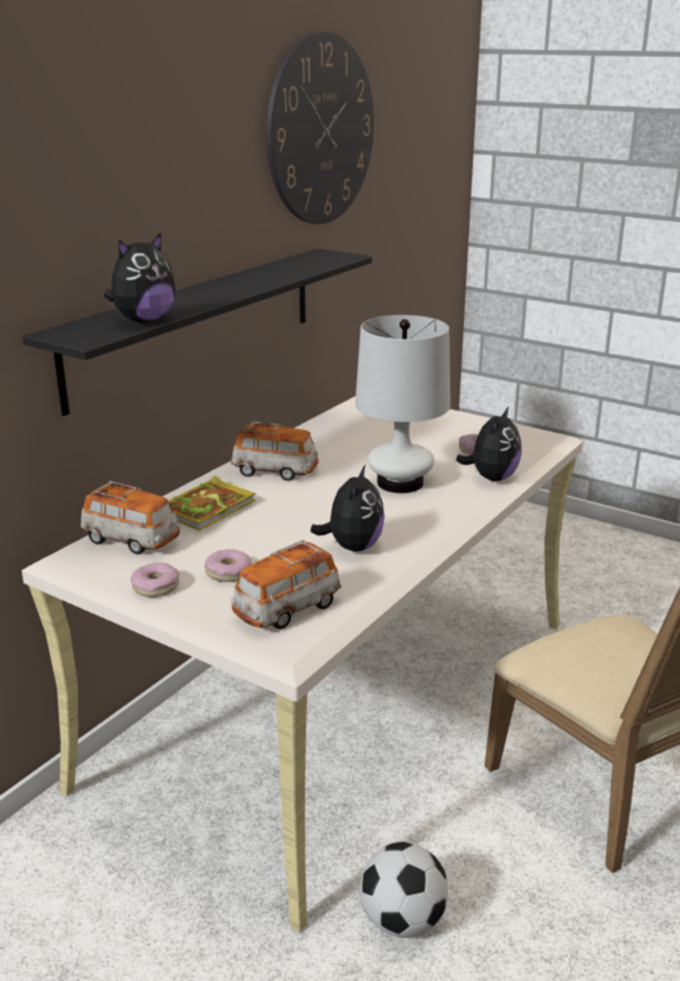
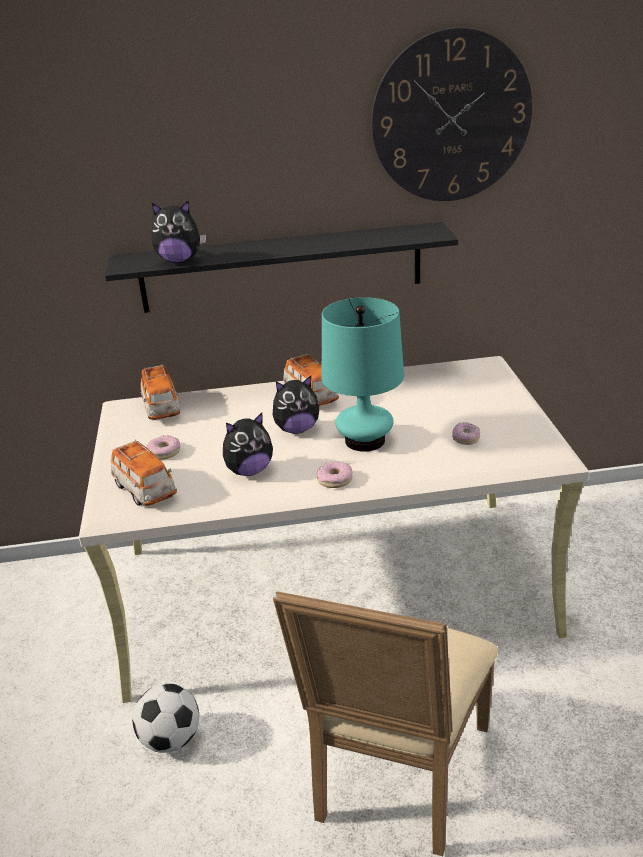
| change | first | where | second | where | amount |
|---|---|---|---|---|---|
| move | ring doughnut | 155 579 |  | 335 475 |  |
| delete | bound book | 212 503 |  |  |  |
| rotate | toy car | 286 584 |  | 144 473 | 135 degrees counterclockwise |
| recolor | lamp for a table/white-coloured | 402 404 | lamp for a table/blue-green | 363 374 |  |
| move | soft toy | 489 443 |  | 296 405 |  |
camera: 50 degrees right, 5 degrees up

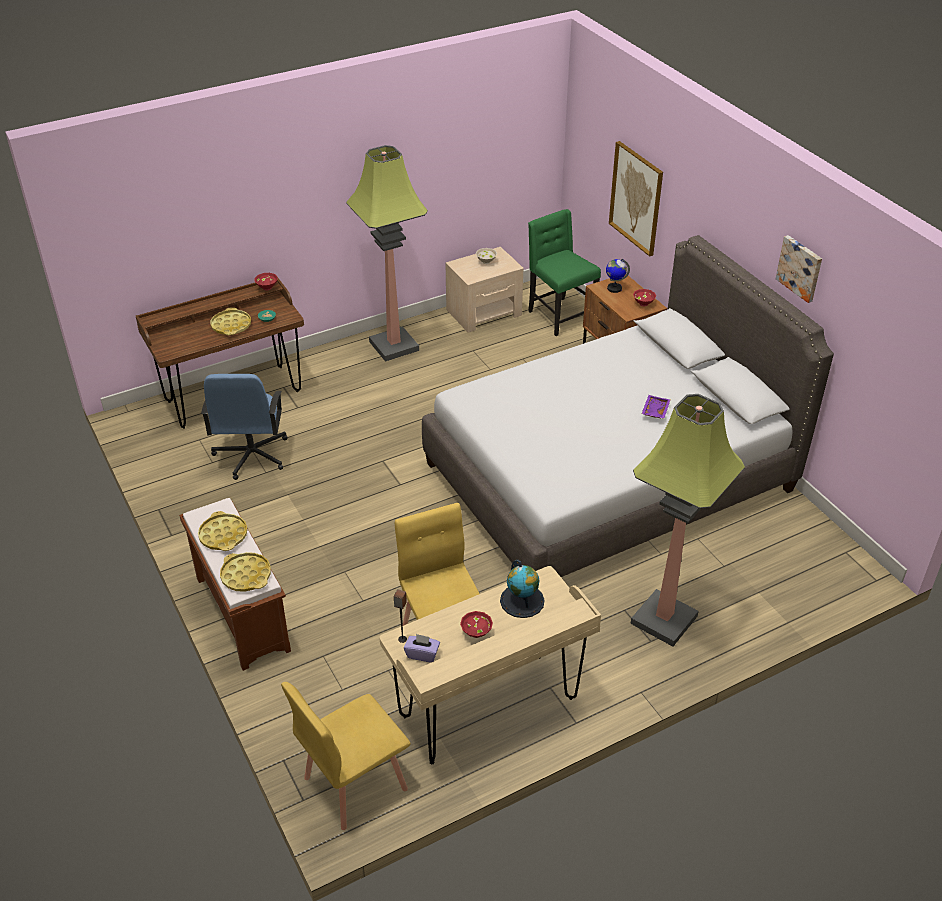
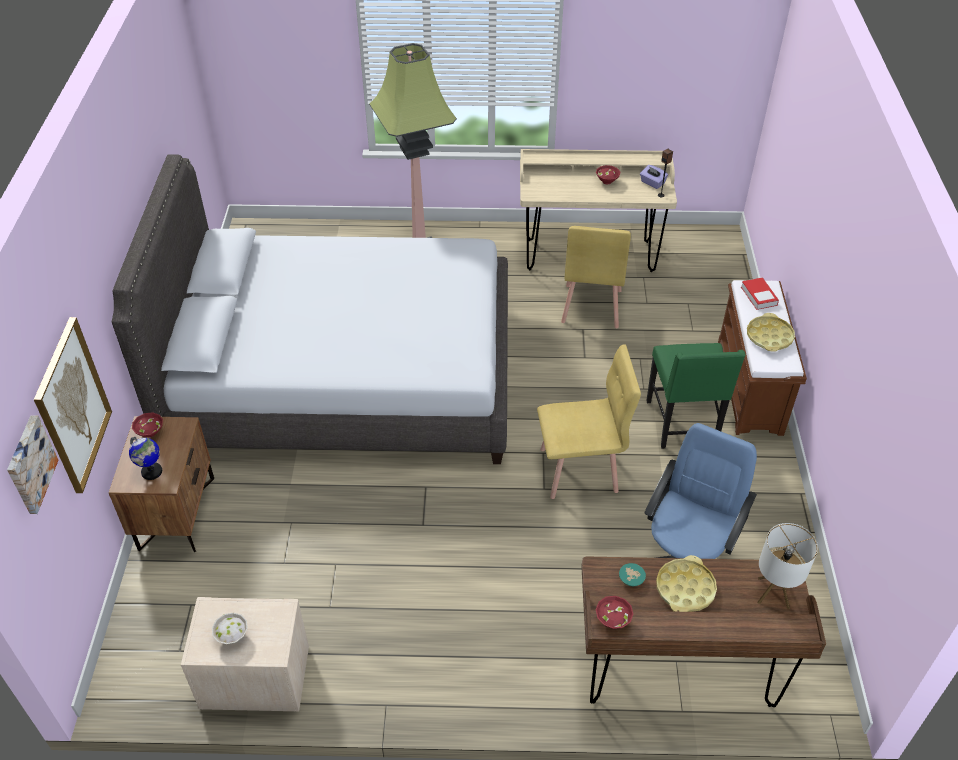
| change | first | where | second | where | amount |
|---|---|---|---|---|---|
| replace | carrying tray/yellow | 245 572 | bound book | 760 294 |  |
| move | upright chair/yellow | 346 756 |  | 589 421 |  |
| delete | standard lamp | 387 253 |  |  |  |
| delete | globe | 522 589 |  |  |  |
| move | upright chair/greenish | 564 272 |  | 696 396 |  |
| delete | carrying tray/purple-coloured | 655 407 |  |  |  |
| move | wall picture | 799 269 |  | 32 464 |  |
| insert |  |  | lamp for a table | 788 566 |  |
camera: 150 degrees left, 5 degrees up

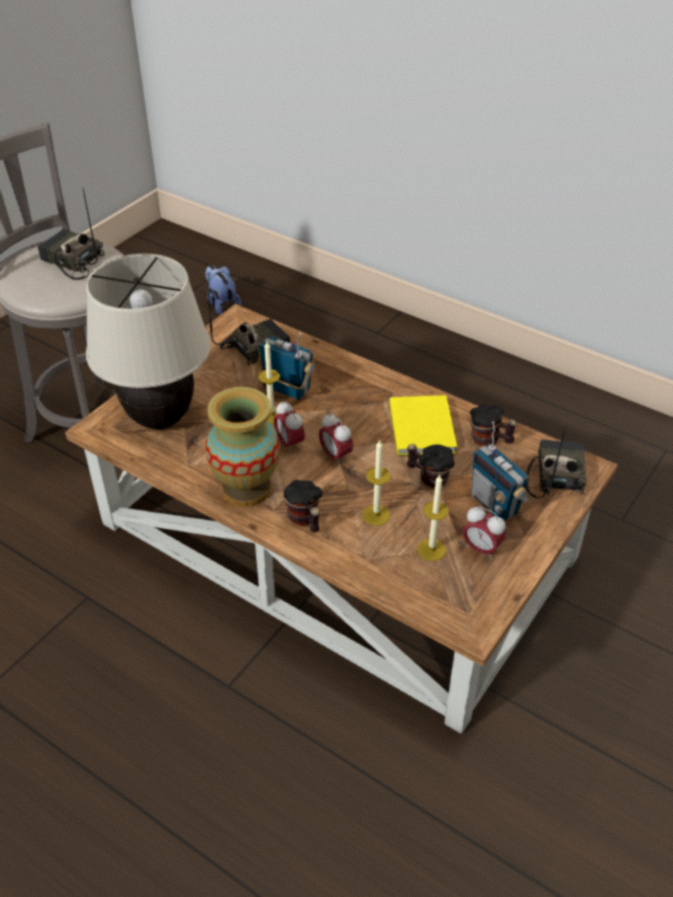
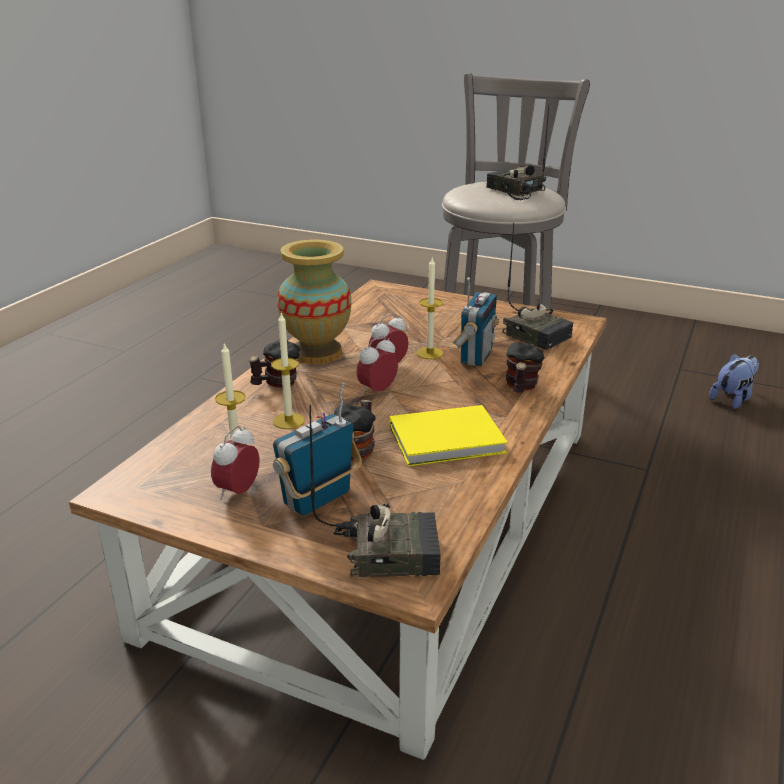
| change | first | where | second | where | amount |
|---|---|---|---|---|---|
| rotate | radio set | 71 234 |  | 517 152 | 60 degrees counterclockwise |
| delete | lamp for a table/beige | 148 341 |  |  |  |
| move | mug | 494 425 |  | 525 367 |  |
camera: 80 degrees right, 15 degrees down

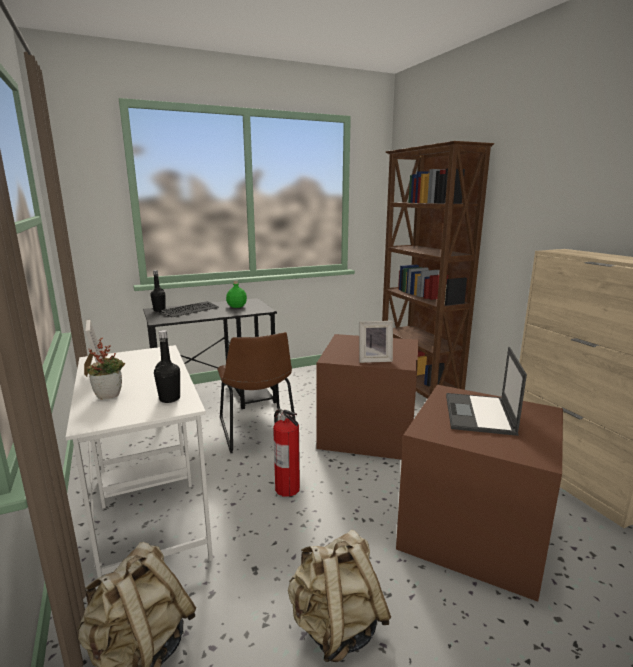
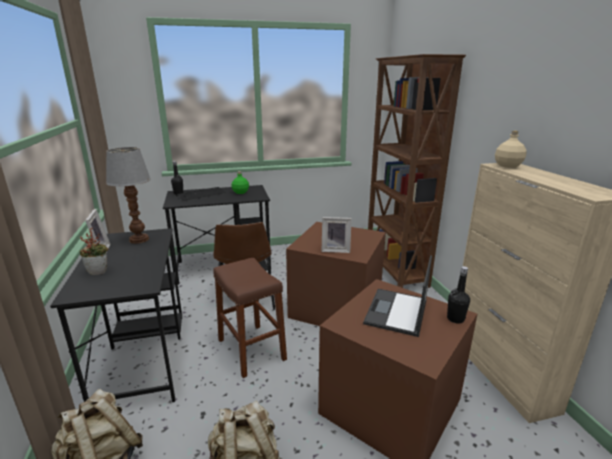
| change | first | where | second | where | amount |
|---|---|---|---|---|---|
| recolor | desk unit/white-coloured | 139 461 | desk unit/black | 116 315 |  |
| move | beverage bottle/black | 167 366 |  | 458 295 |  |
| replace | fire-fighting cylinder | 286 453 | sitting stool/brown-coloured | 250 318 |  |
| insert |  |  | lamp for a table | 128 195 |  |
| insert |  |  | beverage bottle/beige | 511 149 |  |
camera: 10 degrees right, 5 degrees up

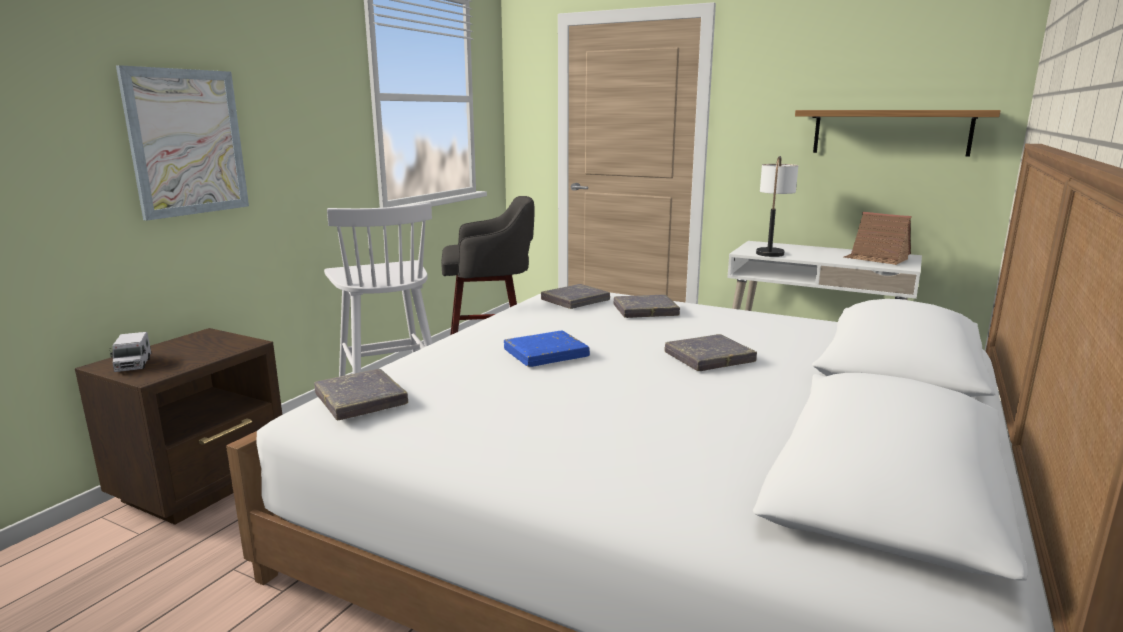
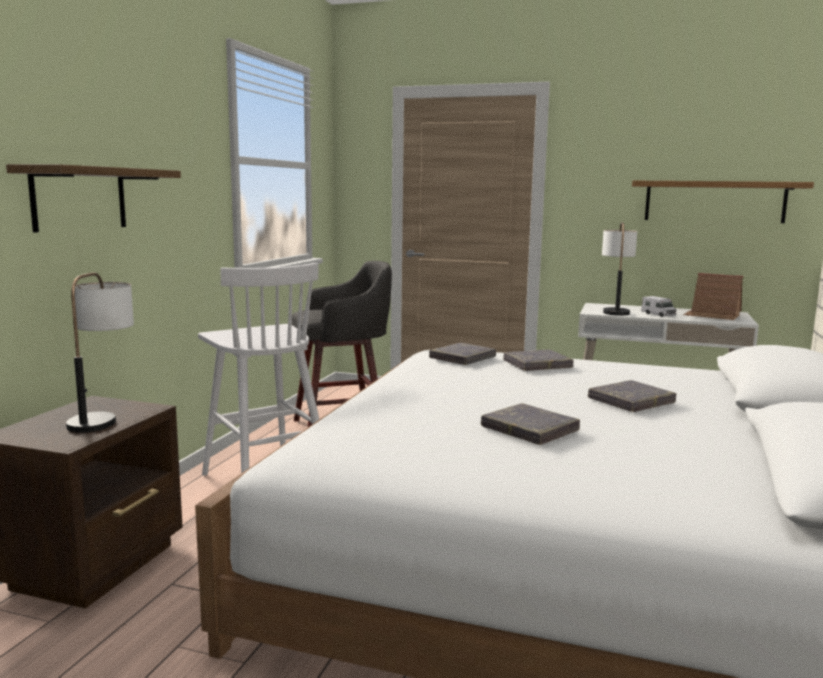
| change | first | where | second | where | amount |
|---|---|---|---|---|---|
| move | toy lorry | 131 352 |  | 658 306 |  |
| replace | wall picture | 182 143 | shelf | 93 198 |  |
| move | bound book/grey | 361 395 |  | 530 424 |  |
| delete | bound book/blue-coloured | 547 349 |  |  |  |
| insert |  |  | lamp for a table | 100 353 |  |
camera: 10 degrees left, 5 degrees down

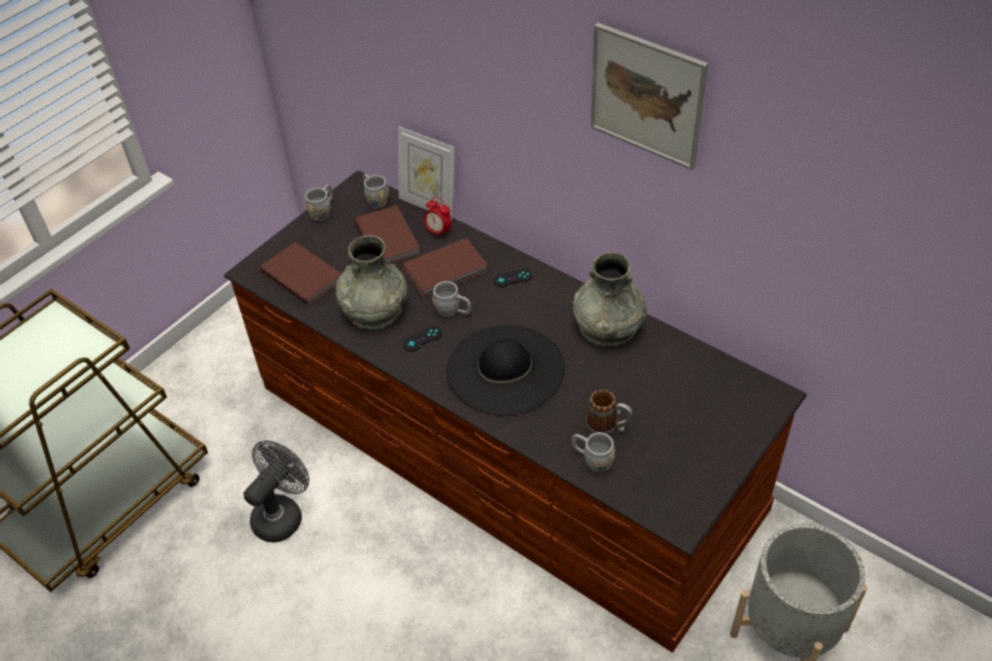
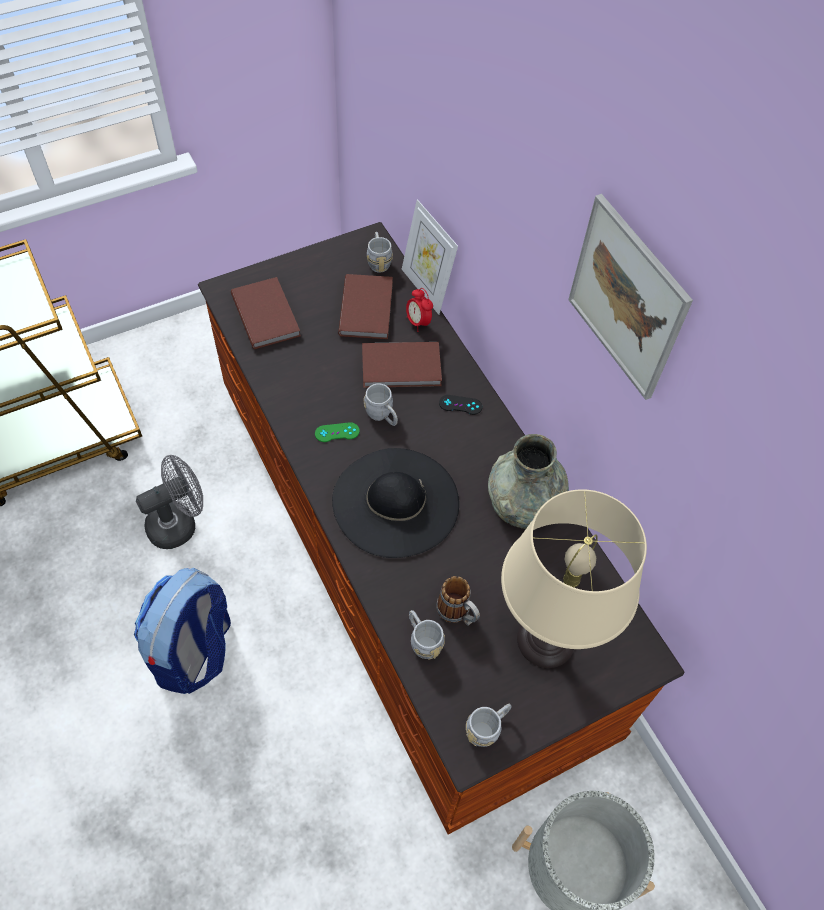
| change | first | where | second | where | amount |
|---|---|---|---|---|---|
| move | mug/grey | 319 203 |  | 489 725 |  |
| delete | flower vase/grey | 371 283 |  |  |  |
| recolor | joypad/black | 422 338 | joypad/greenish | 337 432 |  |
| insert |  |  | backpack | 182 631 |  |
| insert |  |  | lamp for a table/beige | 574 578 |  |
camera: 20 degrees right, 10 degrees up

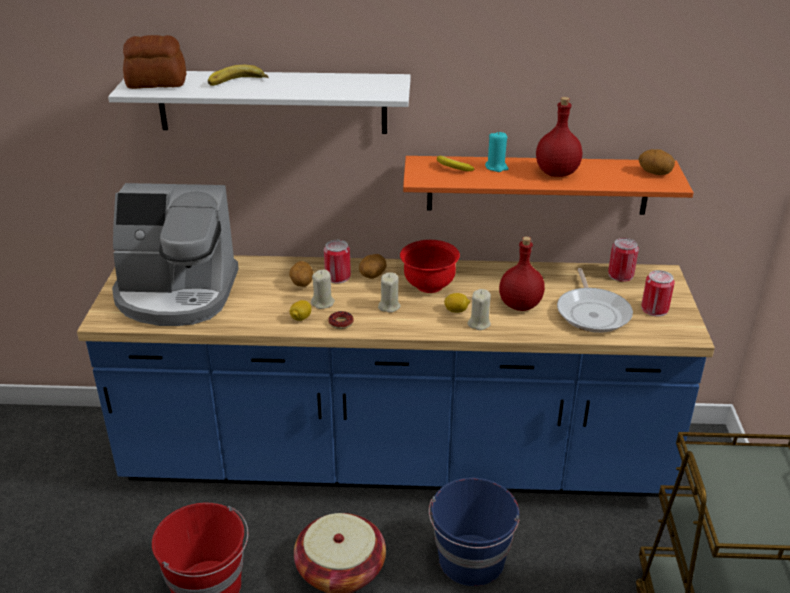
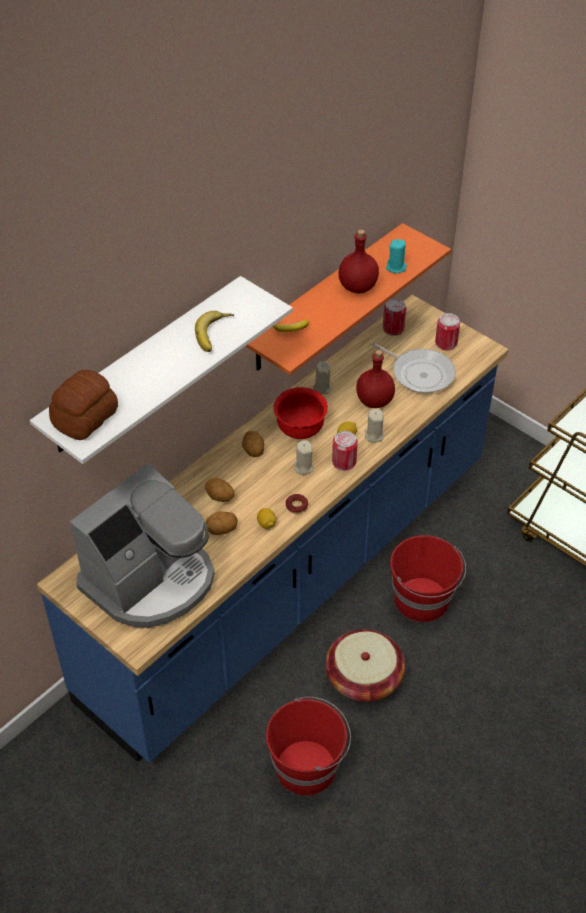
| change | first | where | second | where | amount |
|---|---|---|---|---|---|
| move | banana | 238 75 |  | 214 331 |  |
| move | candle/beige | 323 289 |  | 322 378 |  |
| move | sealed can | 337 261 |  | 345 451 |  |
| recolor | bucket/blue-coloured | 474 532 | bucket/red | 428 578 |  |
| move | candle/blue-green | 497 151 |  | 396 256 |  |
| move | whole potato | 656 162 |  | 221 523 |  |
camera: 50 degrees left, 15 degrees up

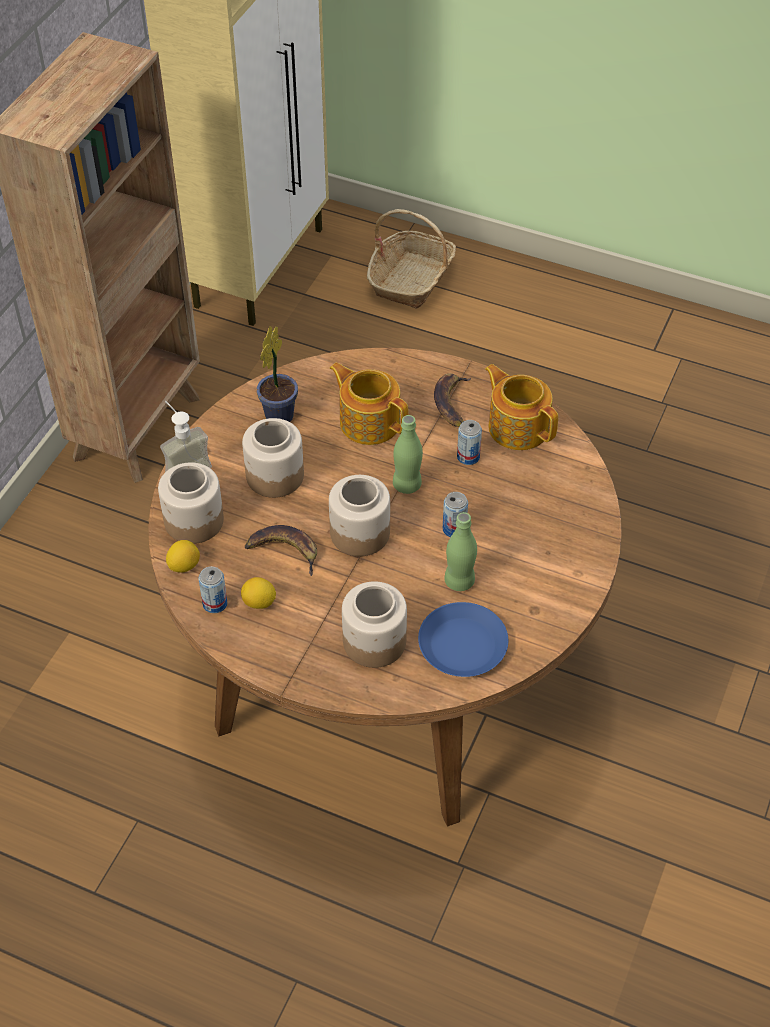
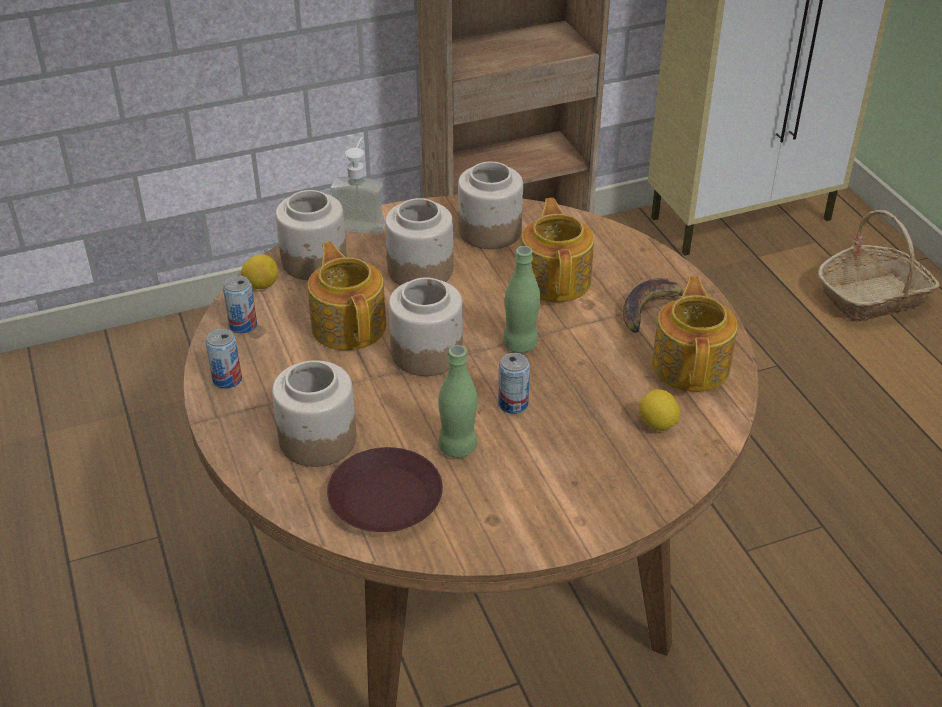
| change | first | where | second | where | amount |
|---|---|---|---|---|---|
| move | whole lemon | 258 593 |  | 659 410 |  |
| replace | banana | 281 550 | tea pot | 347 296 |  |
| replace | potted plant | 277 374 | storage jar | 490 205 |  |
| recolor | dinner plate/blue-coloured | 463 639 | dinner plate/brown-coloured | 385 489 |  |
| move | sealed can | 469 442 |  | 224 359 |  |
camera: 45 degrees right, 10 degrees down

